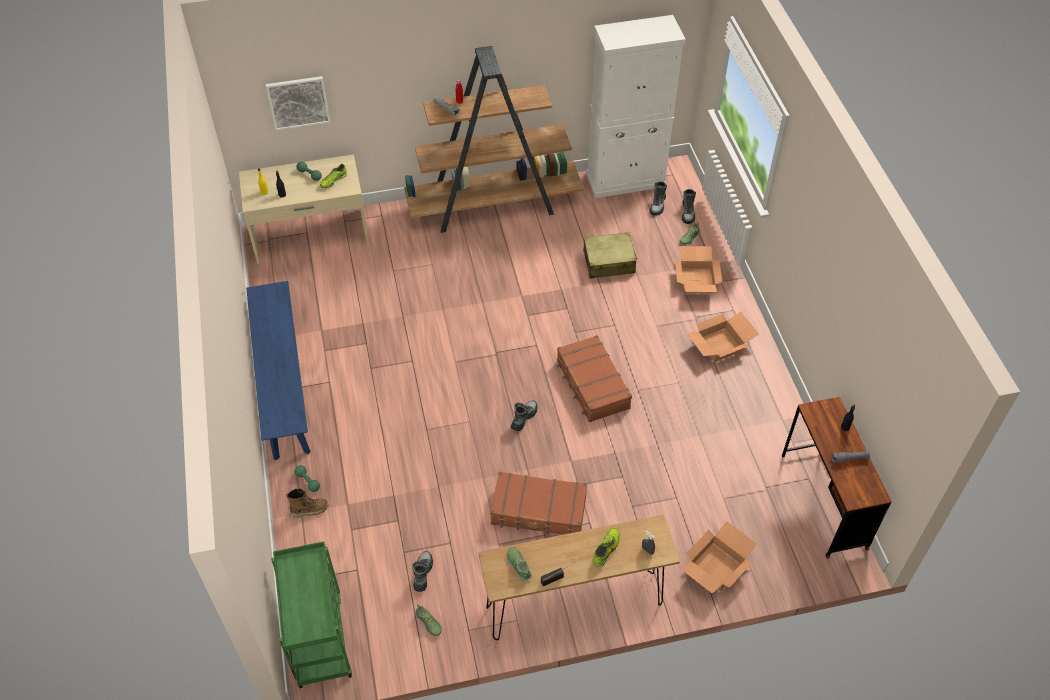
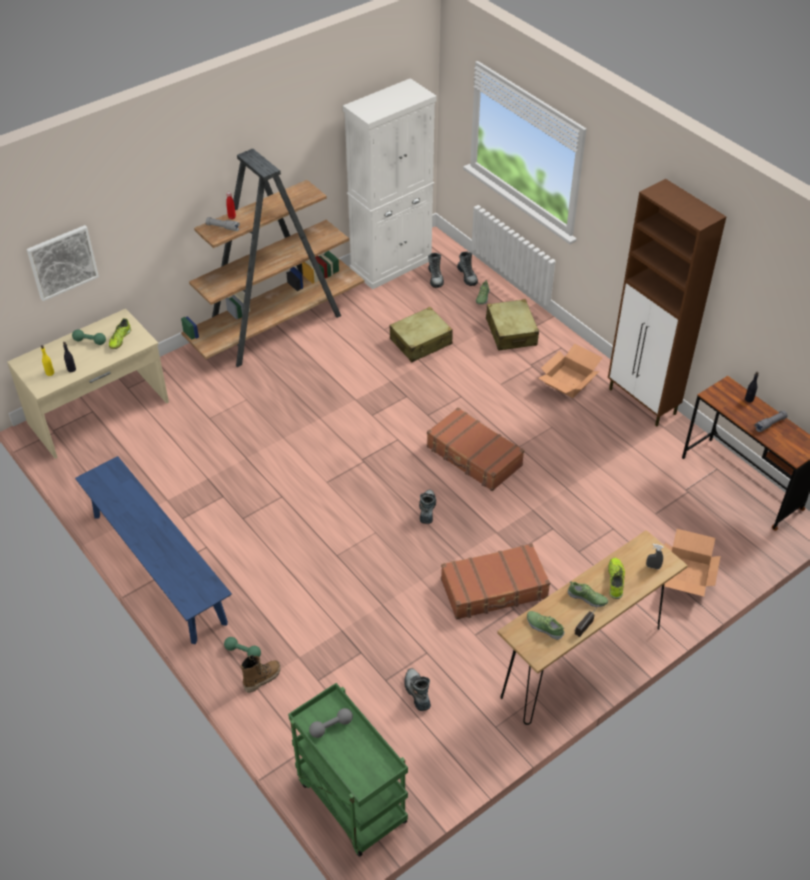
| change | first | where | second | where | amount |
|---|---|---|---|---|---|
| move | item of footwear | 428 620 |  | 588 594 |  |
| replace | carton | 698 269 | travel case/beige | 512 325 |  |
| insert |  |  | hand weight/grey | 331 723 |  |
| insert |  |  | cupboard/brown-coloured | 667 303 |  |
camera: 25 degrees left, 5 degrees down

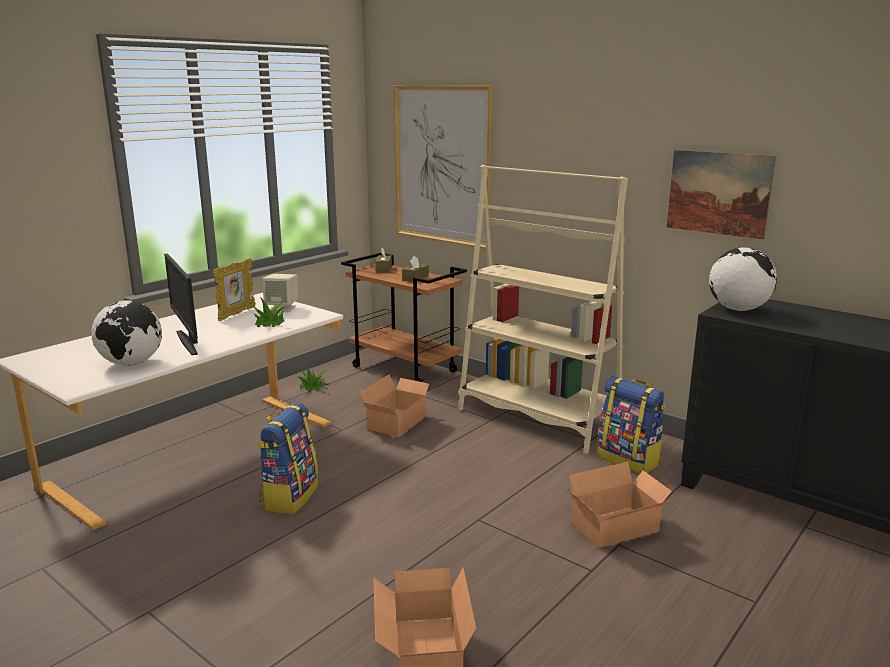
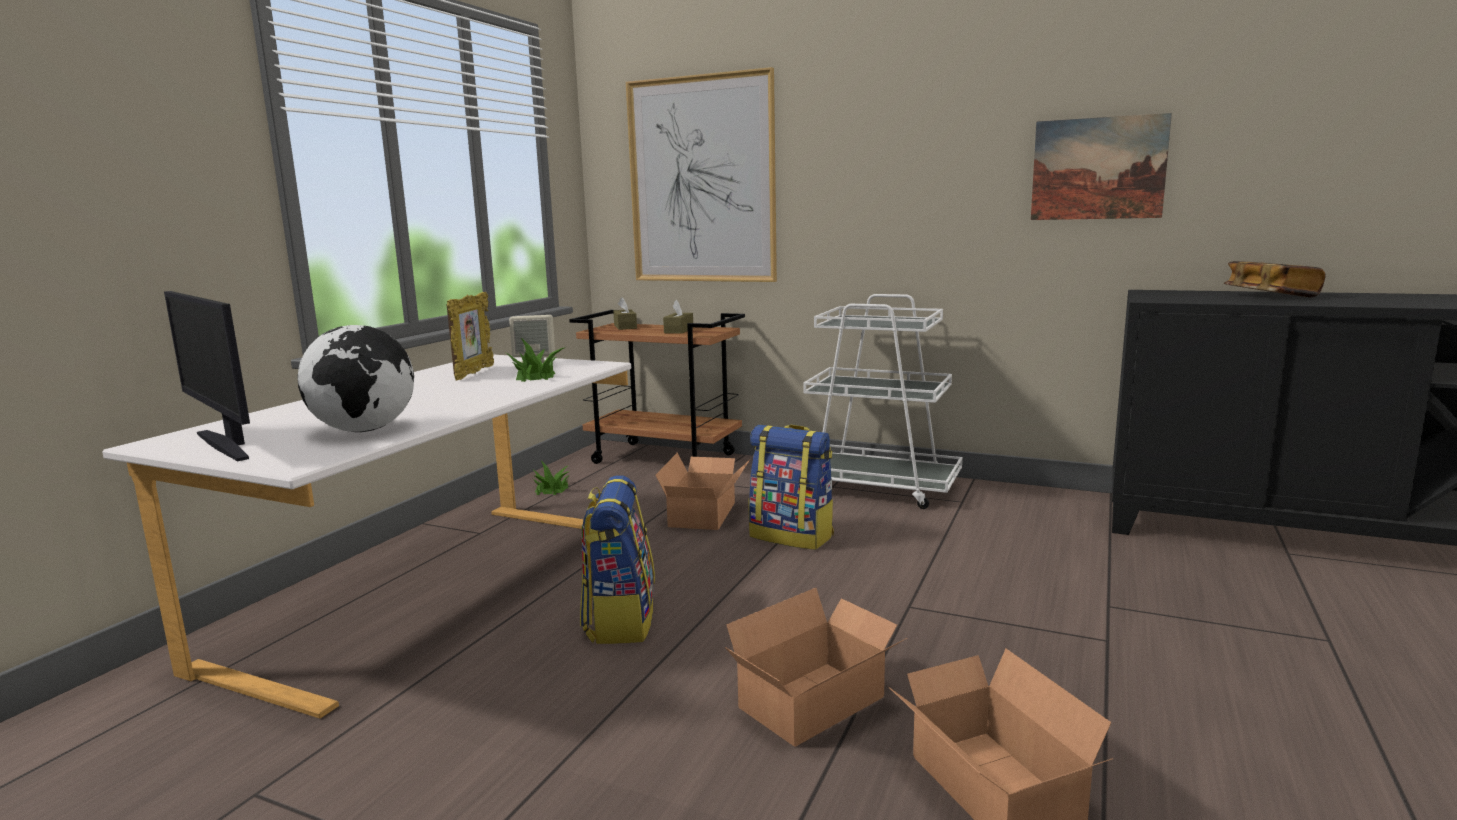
| change | first | where | second | where | amount |
|---|---|---|---|---|---|
| move | monitor | 181 304 |  | 207 376 |  |
| replace | bookcase/beige | 543 309 | wheeled cart/white-coloured | 882 401 |  |
| move | carton | 619 505 |  | 816 667 |  |
| move | backpack | 631 425 |  | 791 487 |  |
| delete | globe | 743 279 |  |  |  |
| insert |  |  | bound book | 1275 279 |  |
camera: 15 degrees left, 5 degrees down

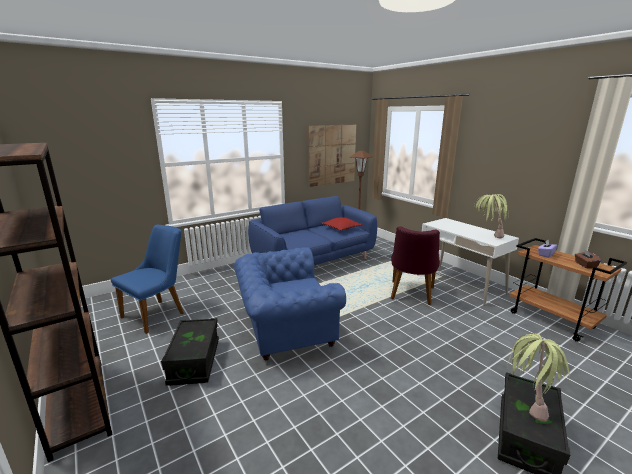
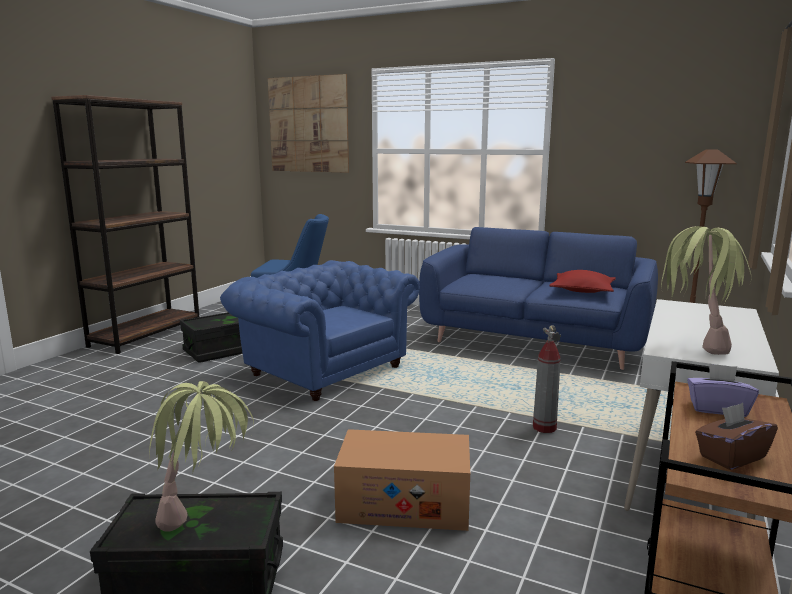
| change | first | where | second | where | amount |
|---|---|---|---|---|---|
| move | wall picture | 332 156 |  | 308 123 |  |
| replace | upright chair/purple-coloured | 415 265 | fire-fighting cylinder | 547 379 |  |
| insert |  |  | carton | 402 480 |  |
camera: 60 degrees right, 5 degrees down

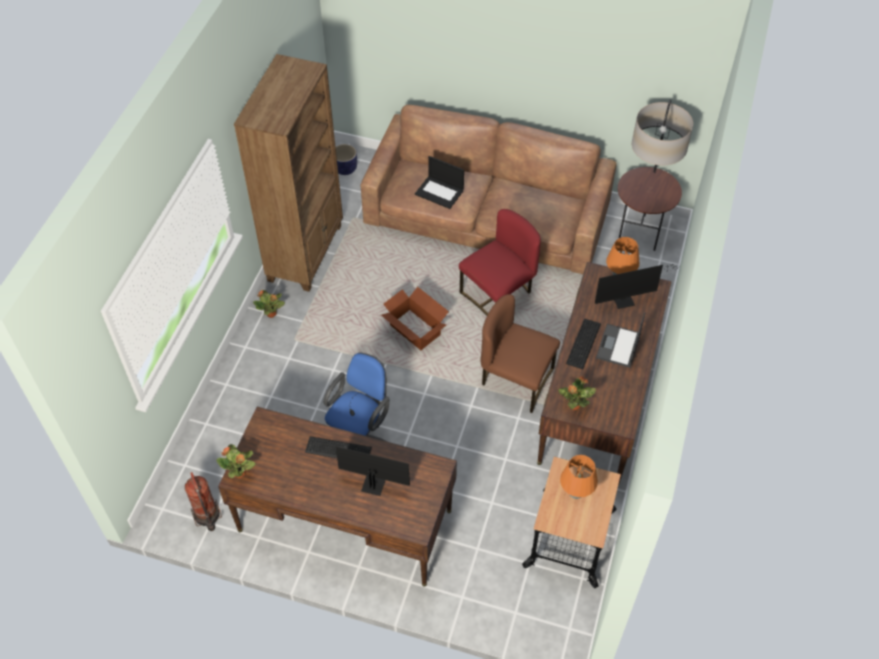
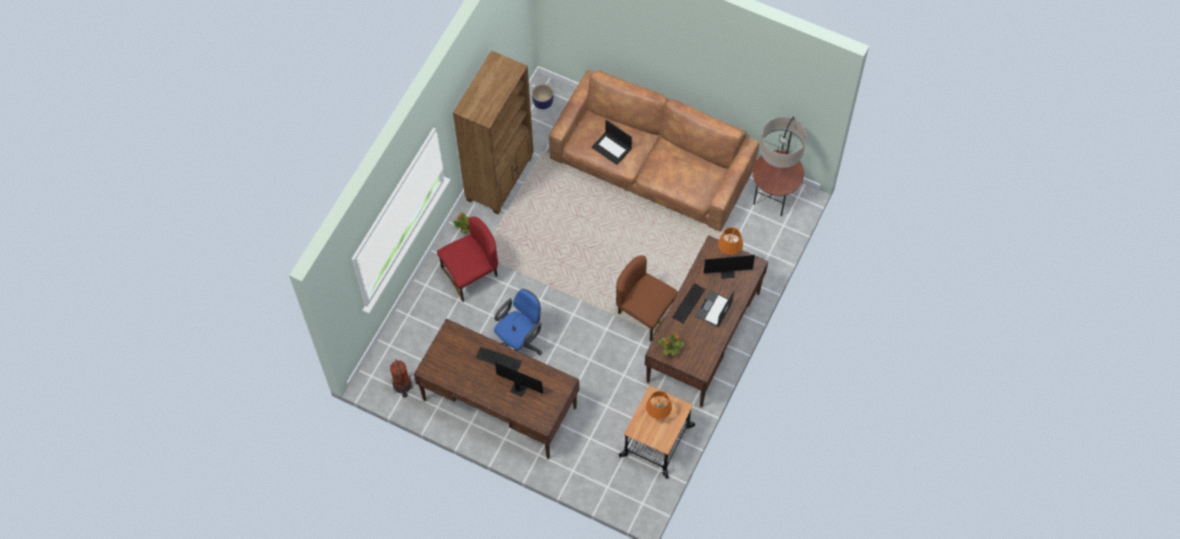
| change | first | where | second | where | amount |
|---|---|---|---|---|---|
| delete | potted plant | 236 461 |  |  |  |
| delete | carton | 415 318 |  |  |  |
| move | upright chair/red | 500 262 |  | 467 259 |  |
camera: 10 degrees right, 10 degrees up

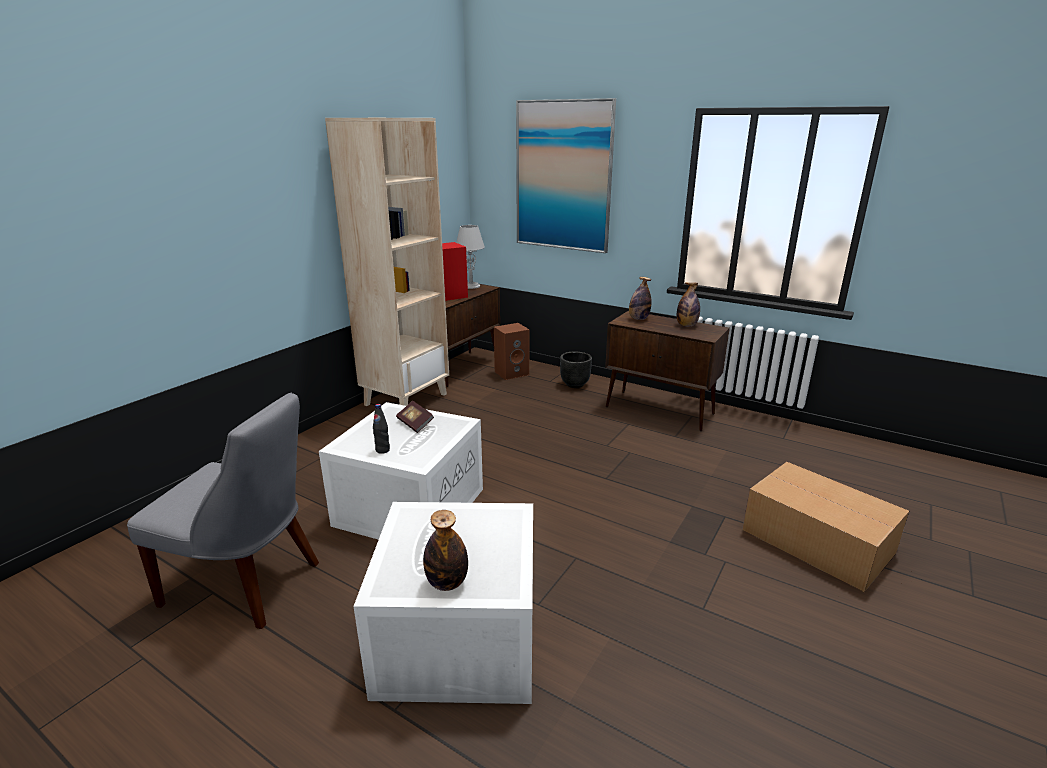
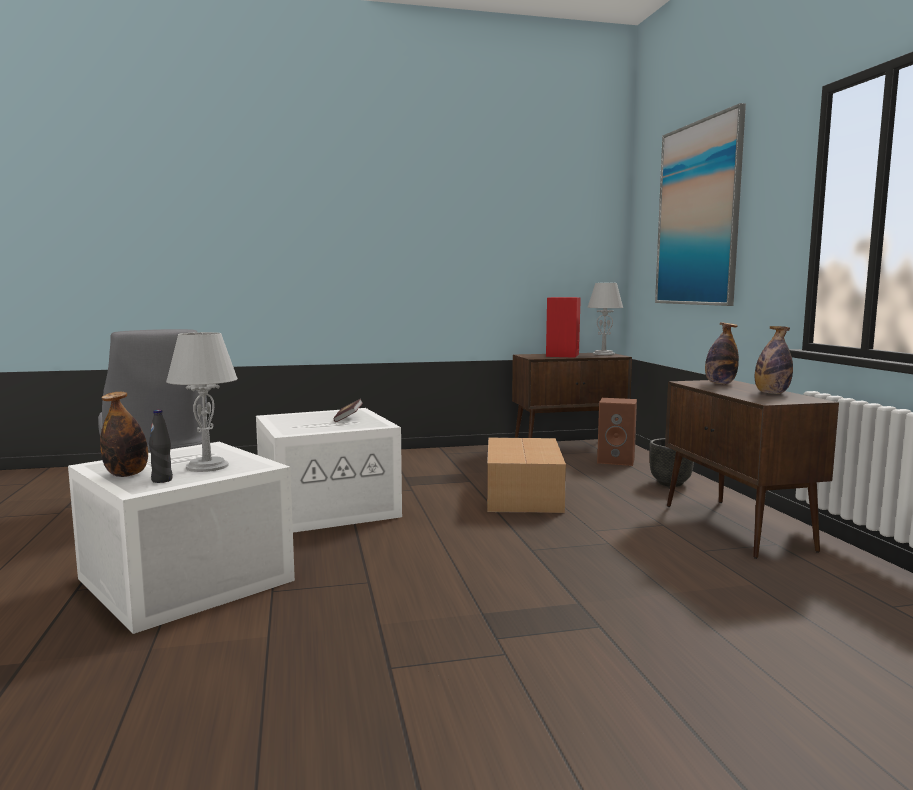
| change | first | where | second | where | amount |
|---|---|---|---|---|---|
| delete | bookcase/beige | 387 262 |  |  |  |
| move | beverage bottle/black | 381 429 |  | 161 446 |  |
| move | carton | 825 527 |  | 526 475 |  |
| insert |  |  | lamp for a table/grey | 202 402 |  |
camera: 45 degrees right, 15 degrees down

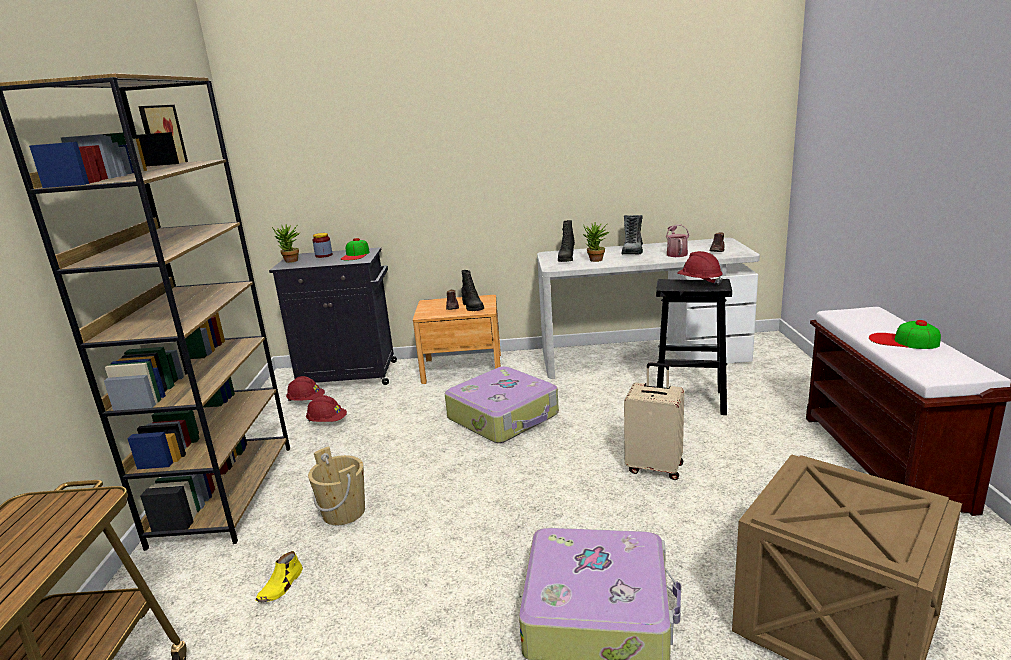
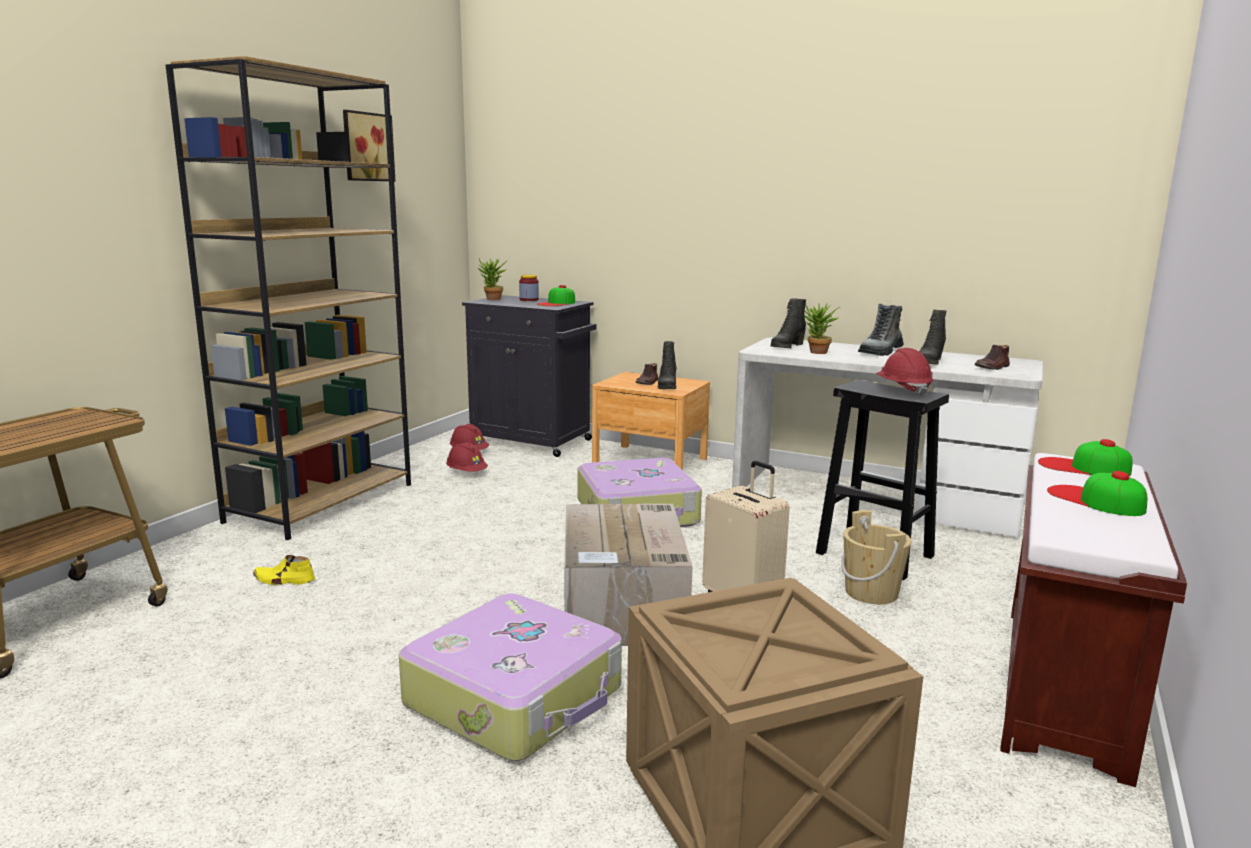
| change | first | where | second | where | amount |
|---|---|---|---|---|---|
| rotate | item of footwear/yellow | 279 576 |  | 284 570 | 45 degrees clockwise |
| move | bucket/beige | 336 485 |  | 876 557 |  |
| replace | watering can | 677 240 | high-top boot/black | 932 337 |  |
| insert |  |  | carton | 628 575 |  |
| insert |  |  | cap | 1085 457 |  |
camera: 25 degrees right, 5 degrees down

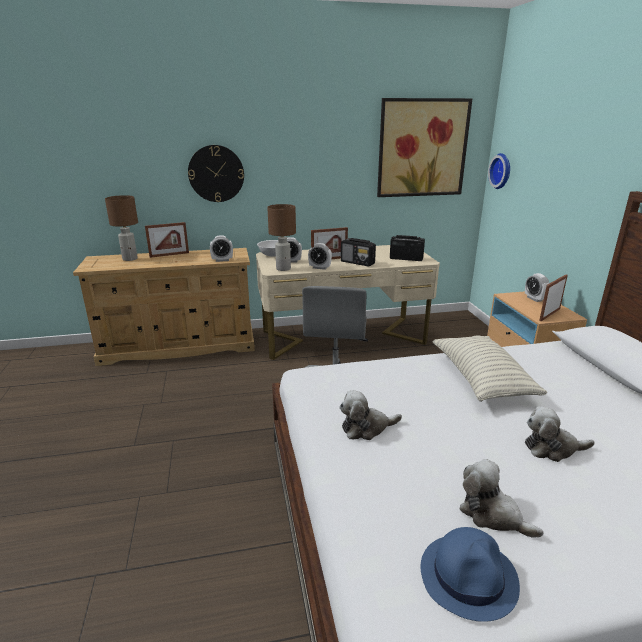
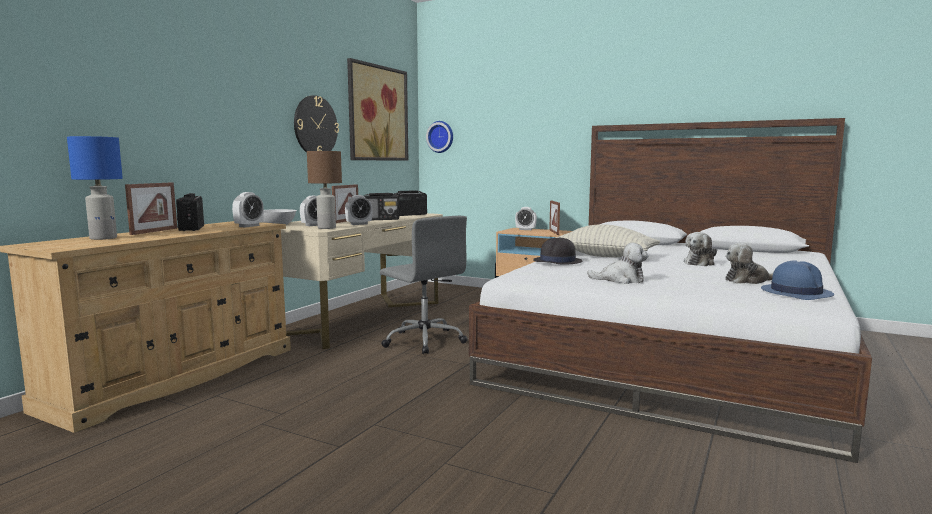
| change | first | where | second | where | amount |
|---|---|---|---|---|---|
| recolor | lamp for a table/brown-coloured | 121 228 | lamp for a table/blue-coloured | 95 188 |  |
| move | wall clock | 216 173 |  | 316 124 |  |
| rotate | soft toy | 371 415 |  | 617 263 | 105 degrees counterclockwise |
| insert |  |  | radio set | 190 212 |  |
| insert |  |  | hat/black | 558 251 |  |
camera: 50 degrees left, 15 degrees down

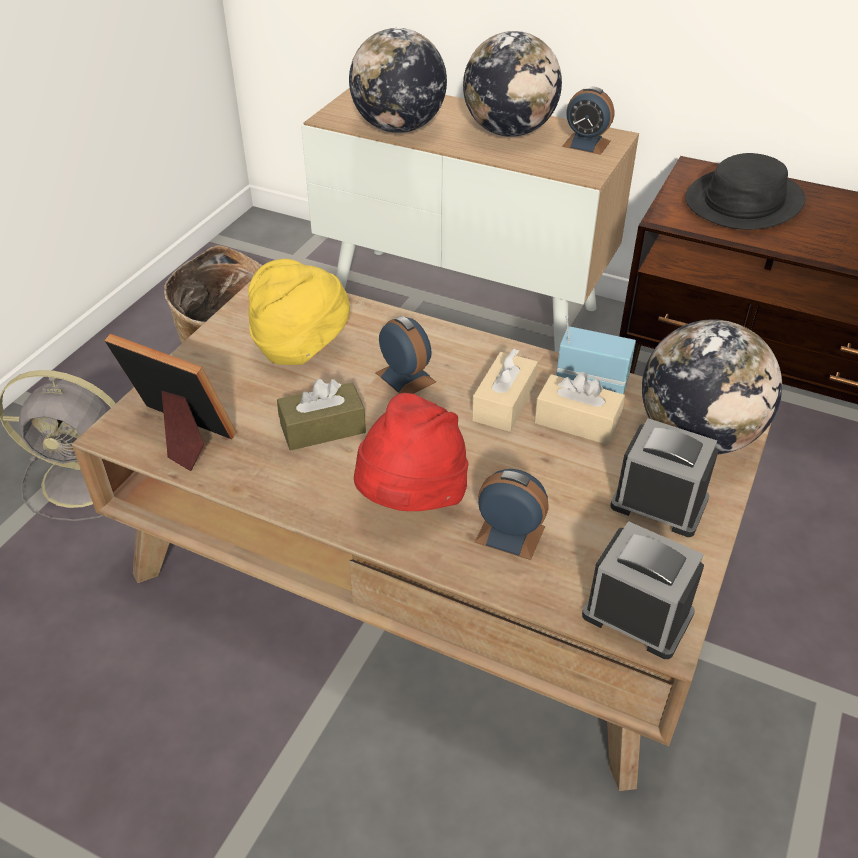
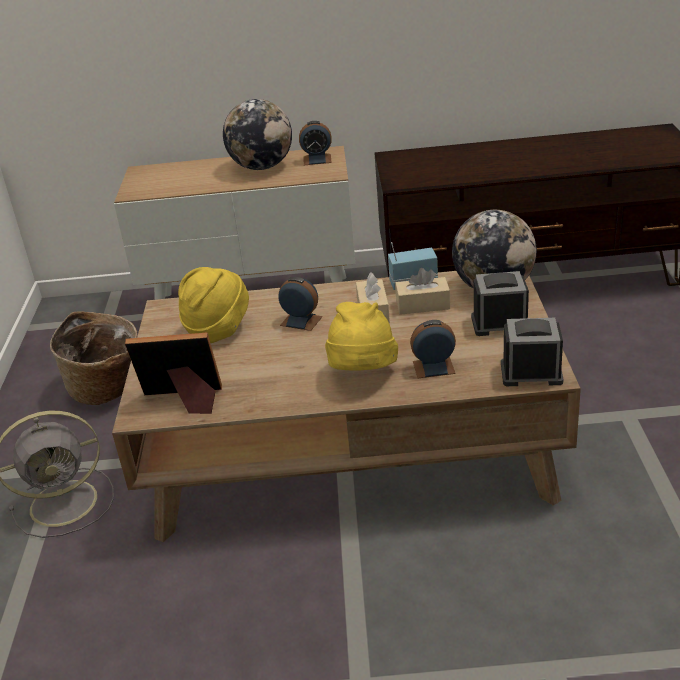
| change | first | where | second | where | amount |
|---|---|---|---|---|---|
| delete | tissue box/brown-coloured | 321 415 |  |  |  |
| delete | globe | 398 80 |  |  |  |
| recolor | hat/red | 411 452 | hat/yellow | 361 336 |  |
| delete | hat/black | 745 191 |  |  |  |
camera: 25 degrees left, 10 degrees down

